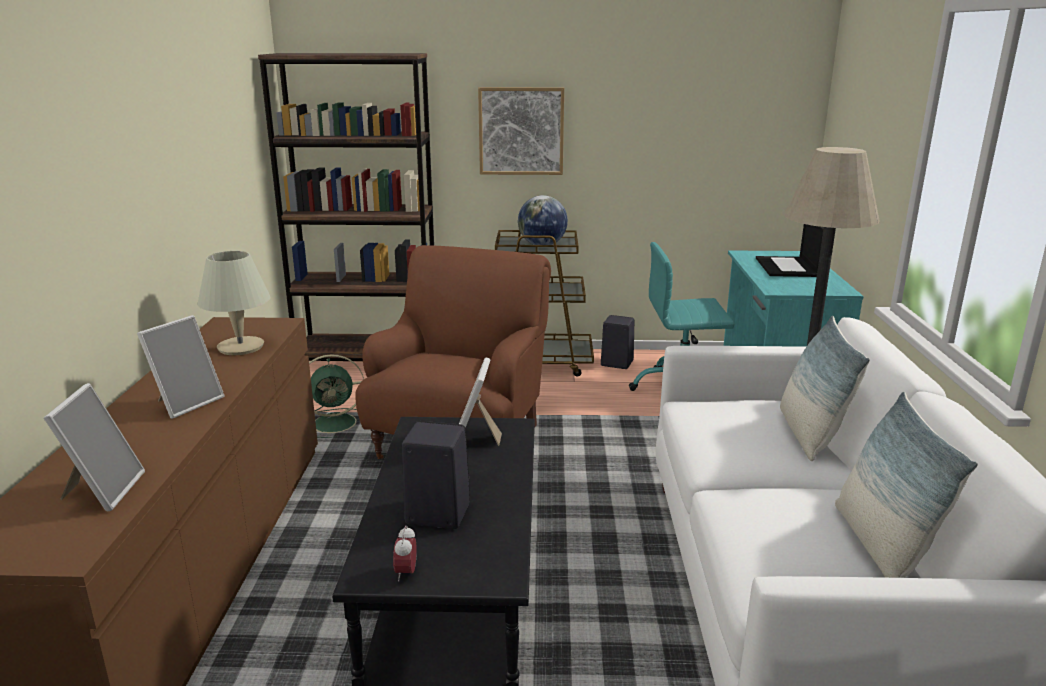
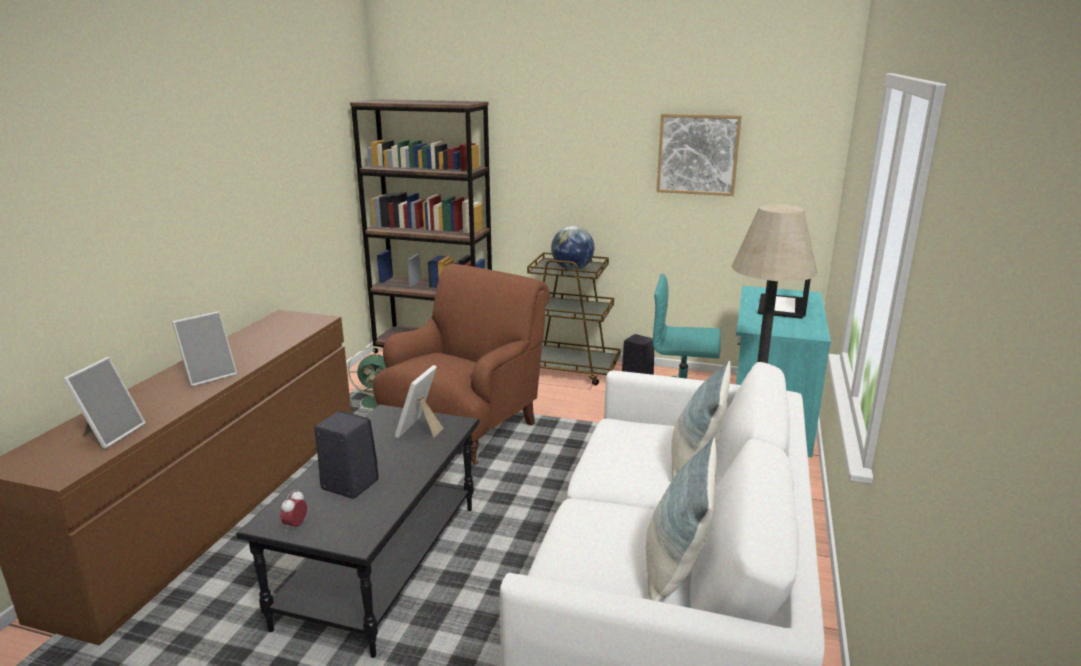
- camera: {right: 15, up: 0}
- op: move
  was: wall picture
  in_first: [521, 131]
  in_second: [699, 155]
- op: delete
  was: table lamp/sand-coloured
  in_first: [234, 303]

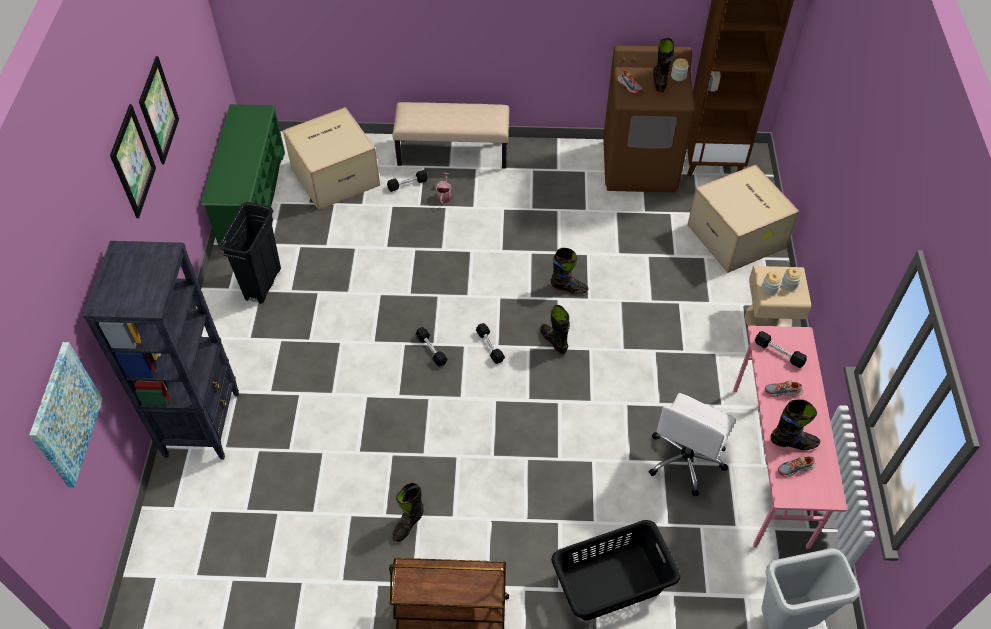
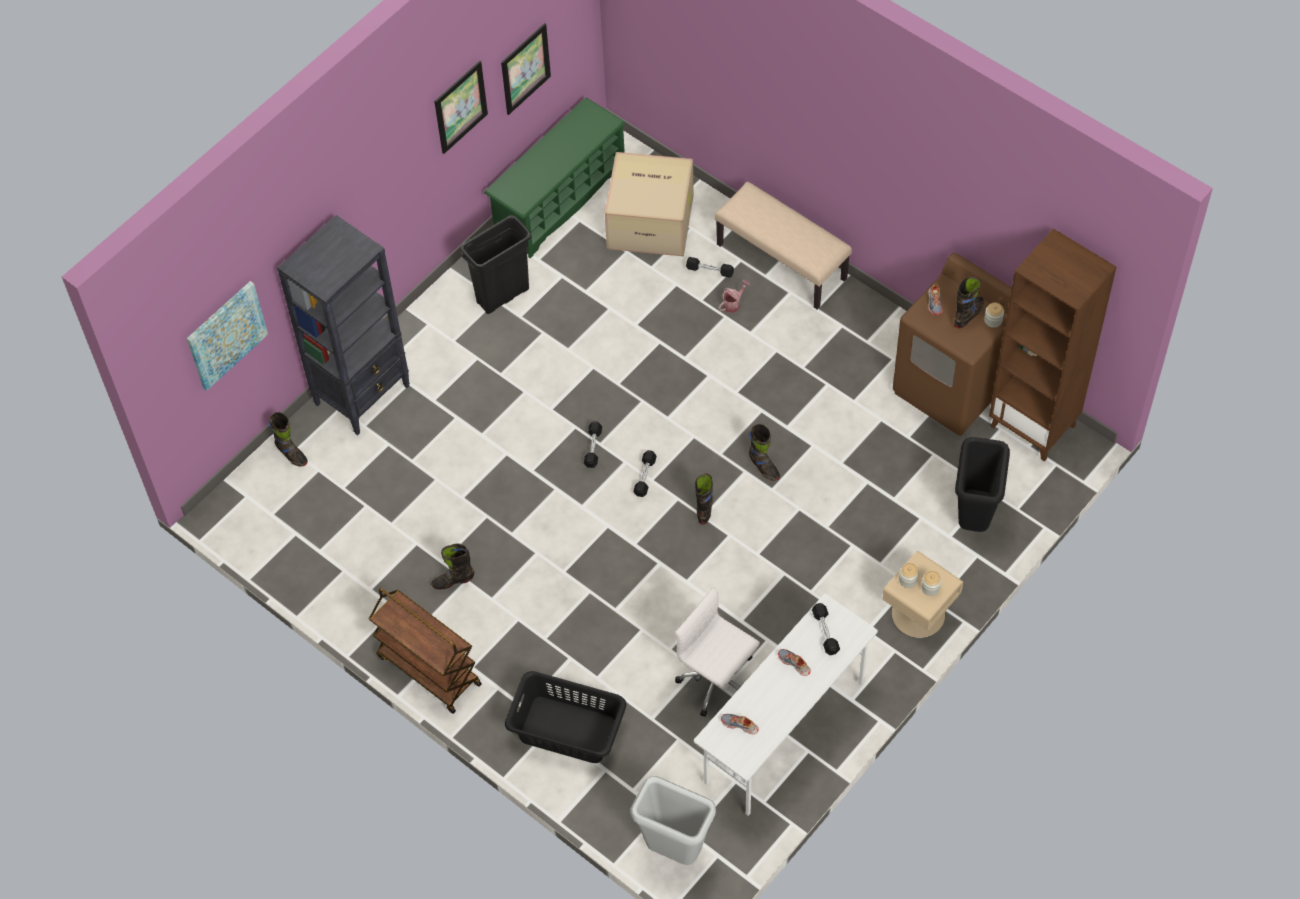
- camera: {right: 40, up: 5}
- op: move
  was: tall boot/black-coloured
  in_first: [795, 424]
  in_second: [288, 439]
- op: move
  was: wall picture
  in_first: [133, 161]
  in_second: [526, 69]
- op: rotate
  was: office chair/whitish
  in_first: [692, 444]
  in_second: [717, 652]
  clockwise: 60
- op: recolor
  was: desk/pink
  now: desk/whitish
  in_first: [790, 437]
  in_second: [786, 705]
- op: replace
  was: carton
  now: trash can/black-coloured
  in_first: [744, 219]
  in_second: [982, 484]

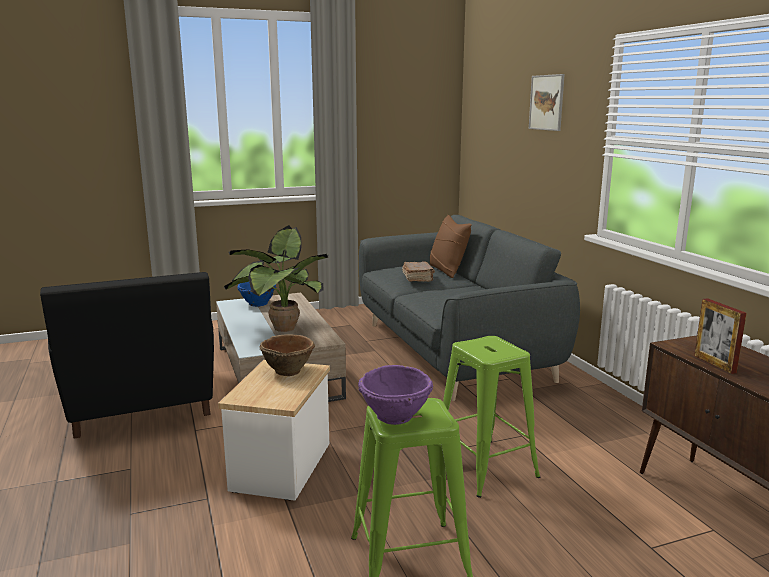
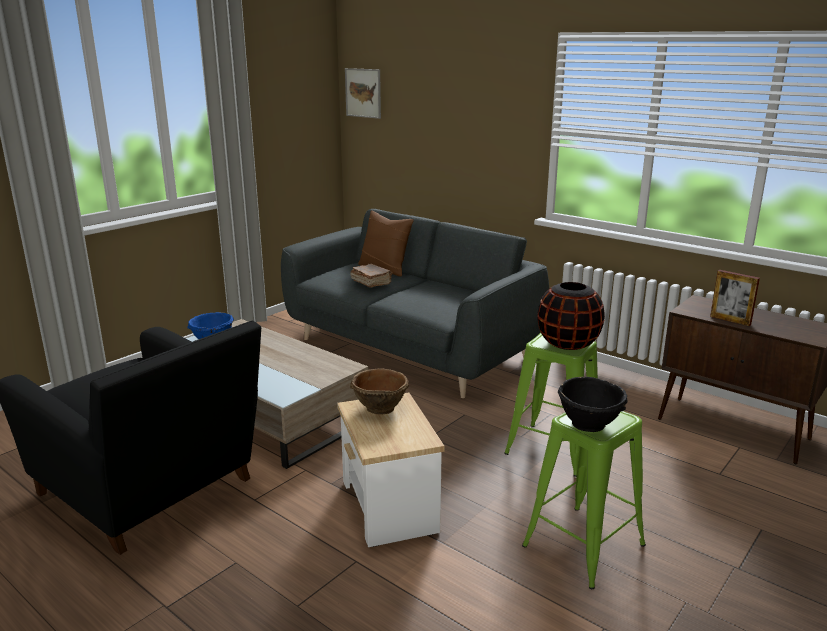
- camera: {right: -30, up: 5}
- op: move
  was: wall picture
  in_first: [547, 102]
  in_second: [363, 93]
- op: insert
  now: decorative vase/black-coloured
  in_second: [571, 316]
- op: recolor
  was: bowl/purple-coloured
  now: bowl/black-coloured
  in_first: [395, 395]
  in_second: [593, 404]
- op: delete
  was: potted plant
  in_first: [276, 278]

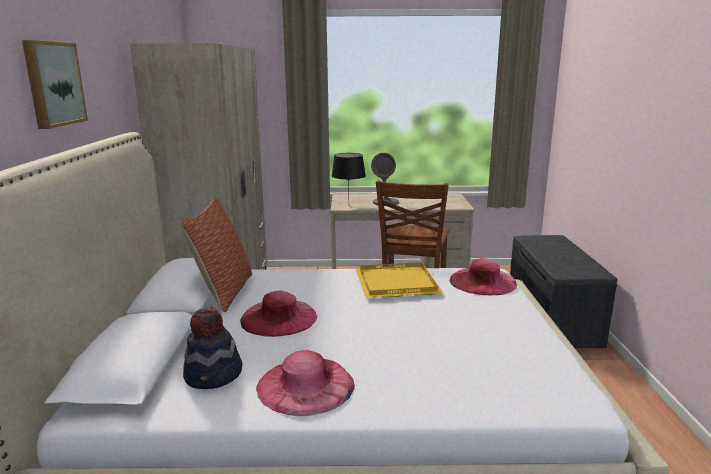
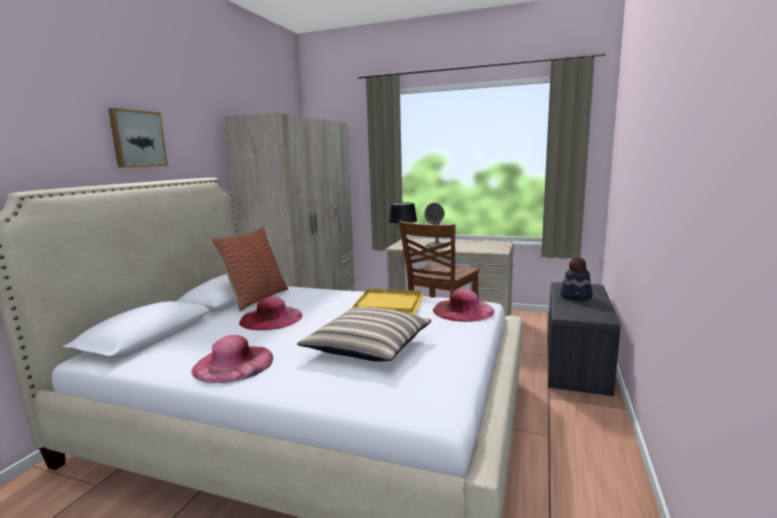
- camera: {right: 20, up: -5}
- op: insert
  now: cushion
  in_second: [364, 334]
- op: move
  was: wearable hat
  in_first: [212, 347]
  in_second: [576, 278]

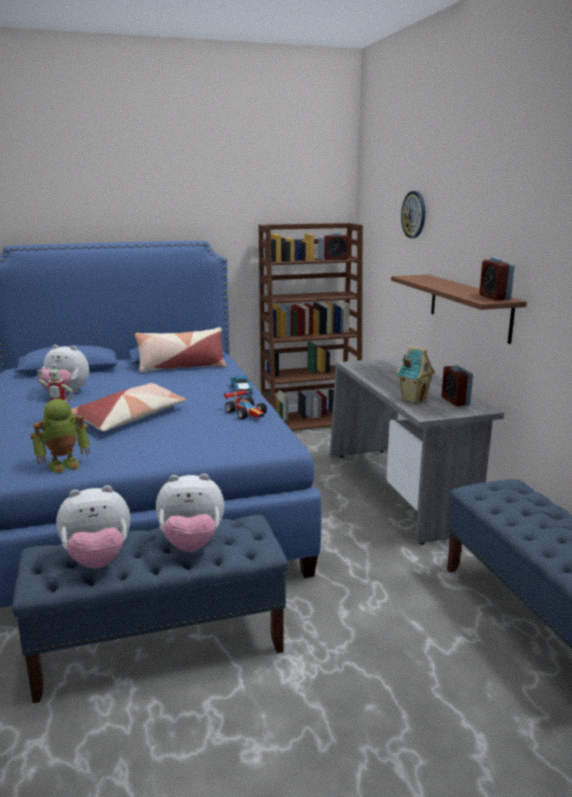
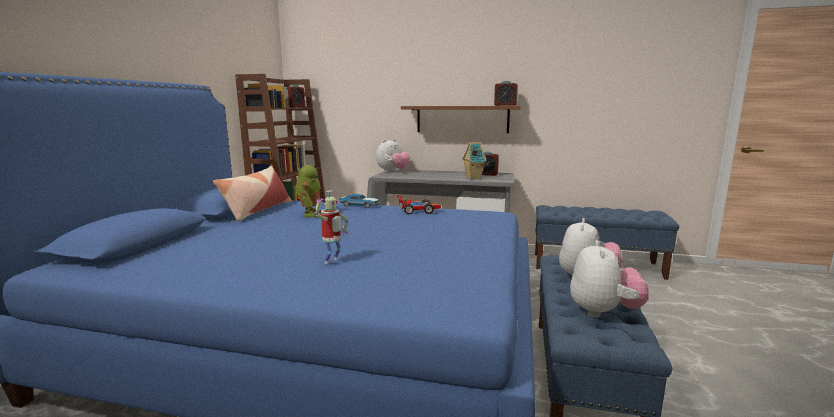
- camera: {right: -60, up: -5}
- op: move
  was: model robot
  in_first: [60, 436]
  in_second: [308, 191]
- op: move
  was: plush toy
  in_first: [64, 369]
  in_second: [393, 155]
- op: delete
  was: cushion
  in_first: [128, 407]
- op: delete
  was: clock on the wall
  in_first: [413, 214]

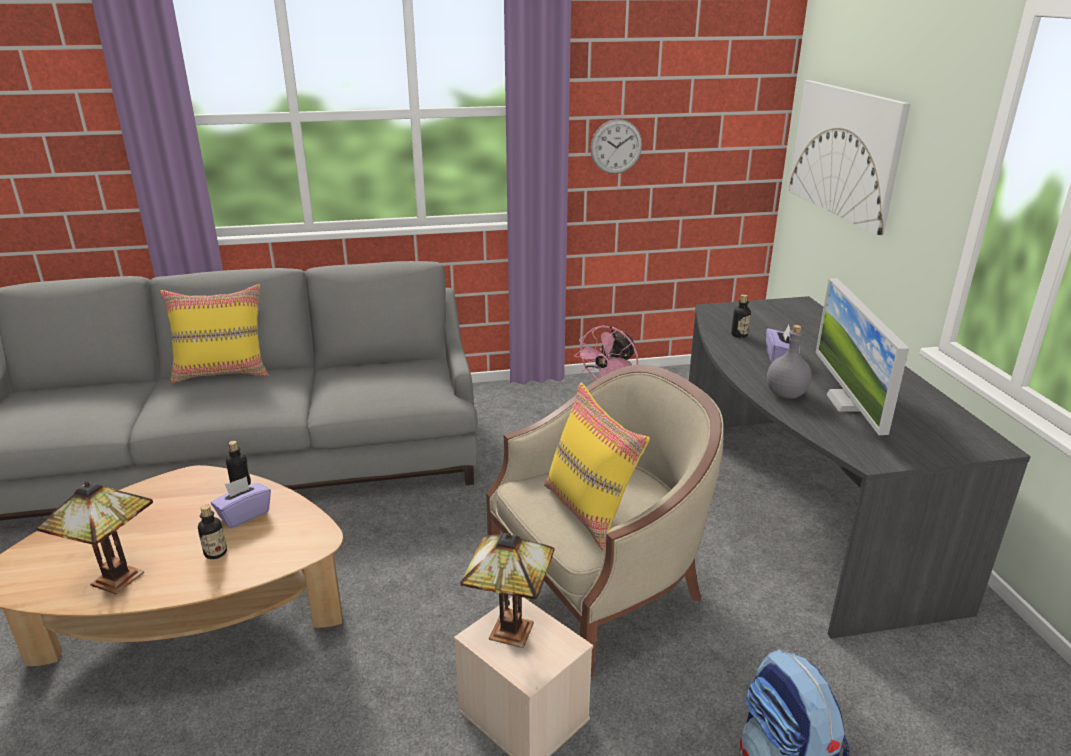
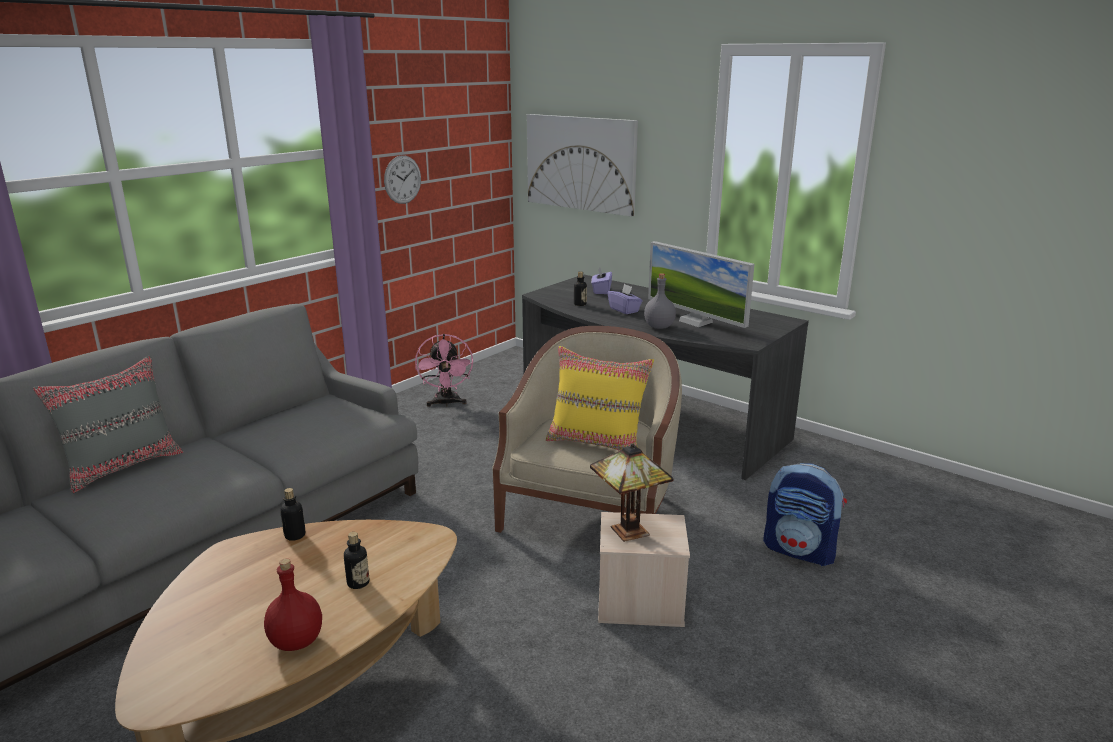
- camera: {right: -40, up: -5}
- op: recolor
  was: cushion/yellow-coloured
  now: cushion/grey
  in_first: [214, 333]
  in_second: [108, 424]
- op: replace
  was: table lamp
  now: beverage bottle/red-coloured
  in_first: [94, 537]
  in_second: [293, 604]
- op: move
  was: tissue holder/purple-coloured
  in_first: [241, 502]
  in_second: [601, 280]

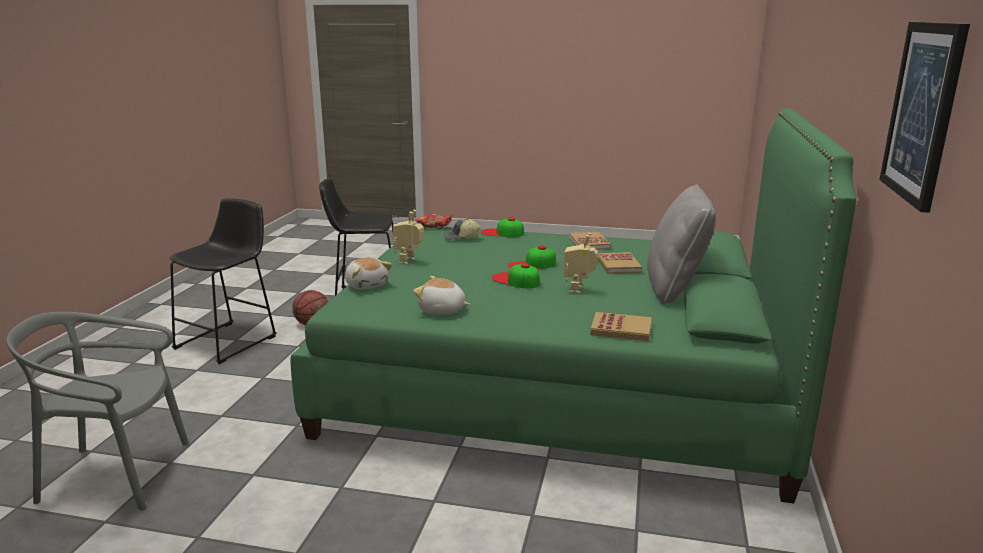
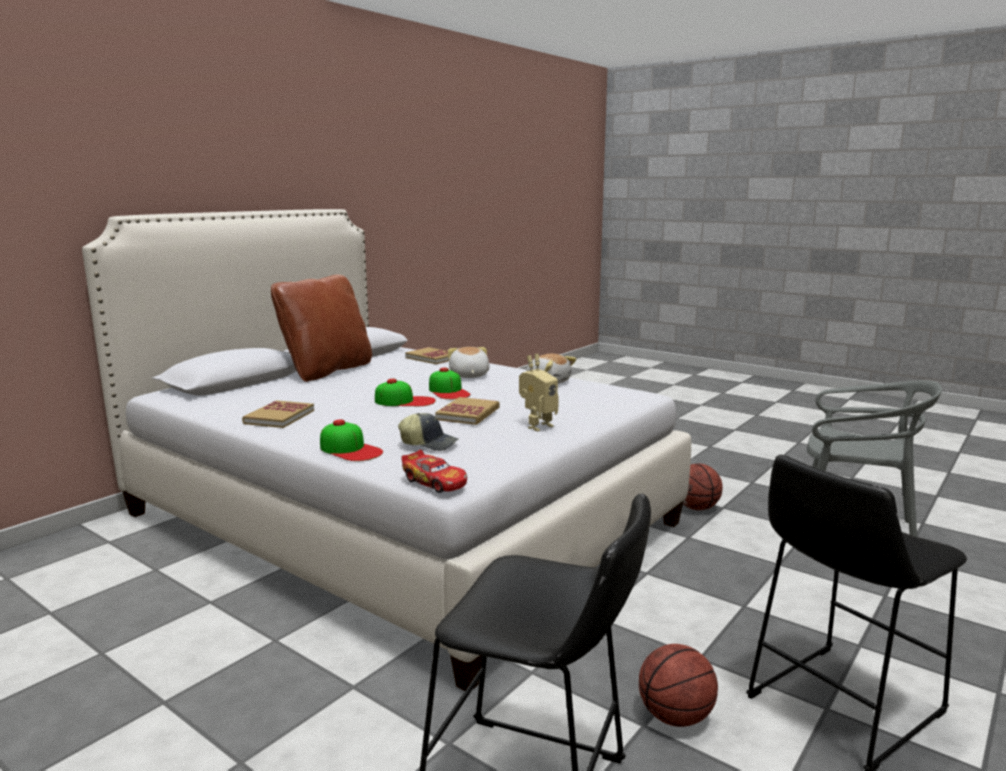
- camera: {right: -155, up: -5}
- op: recolor
  was: bed/green-coloured
  now: bed/whitish
  in_first: [573, 306]
  in_second: [386, 450]
- op: recolor
  was: cushion/grey
  now: cushion/brown
  in_first: [681, 244]
  in_second: [321, 328]
- op: move
  was: book
  in_first: [620, 263]
  in_second: [467, 411]
- op: move
  was: plush toy
  in_first: [368, 273]
  in_second: [469, 362]
- op: insert
  now: basketball
  in_second: [703, 486]
- op: delete
  was: model robot
  in_first: [580, 263]
- op: delete
  was: wall picture
  in_first: [924, 117]

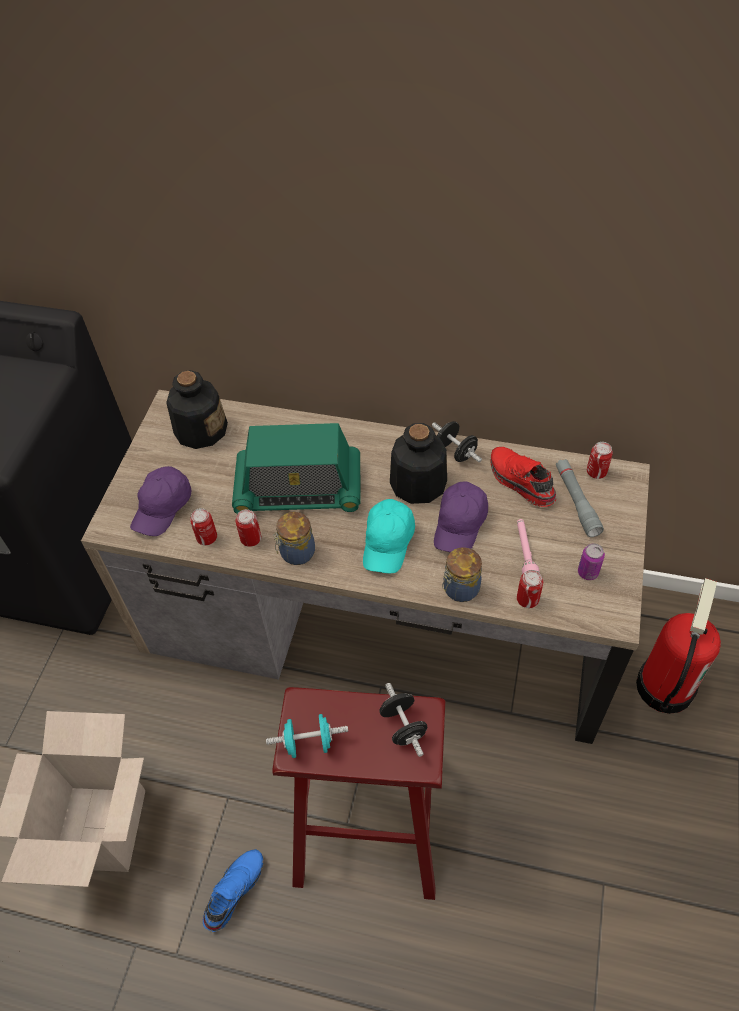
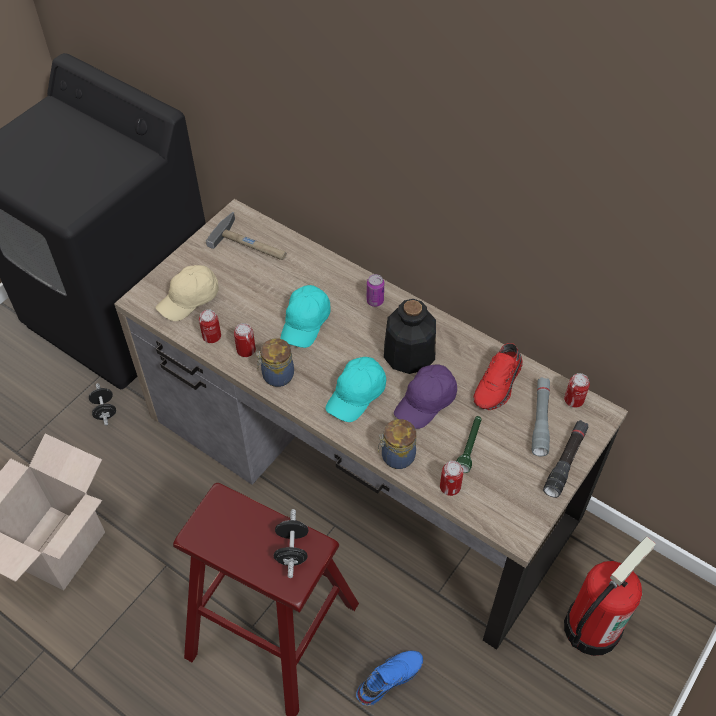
- camera: {right: 20, up: 0}
- op: move
  was: dumbbell/black-coloured
  in_first: [457, 441]
  in_second: [102, 404]
- op: recolor
  was: peaked cap/purple-coloured
  now: peaked cap/sand-coloured
  in_first: [160, 501]
  in_second: [187, 293]
- op: replace
  was: beverage bottle
  now: hand hammer
  in_first: [197, 409]
  in_second: [246, 236]
- op: replace
  was: radio
  now: peaked cap/turquoise
  in_first: [296, 468]
  in_second: [306, 316]
- op: move
  was: shoe/blue
  in_first: [233, 890]
  in_second: [389, 678]
- op: move
  was: metal can
  in_first: [591, 561]
  in_second: [375, 290]
- op: recolor
  was: flashlight/pink
  now: flashlight/green-coloured
  in_first: [528, 547]
  in_second: [468, 444]
- op: rotate
  was: shoe/red-coloured
  in_first: [523, 477]
  in_second: [497, 376]
  clockwise: -135
- op: insert
  now: flashlight/black-coloured
  in_second: [566, 459]
- op: delete
  was: dumbbell/turquoise
  in_first: [307, 736]

